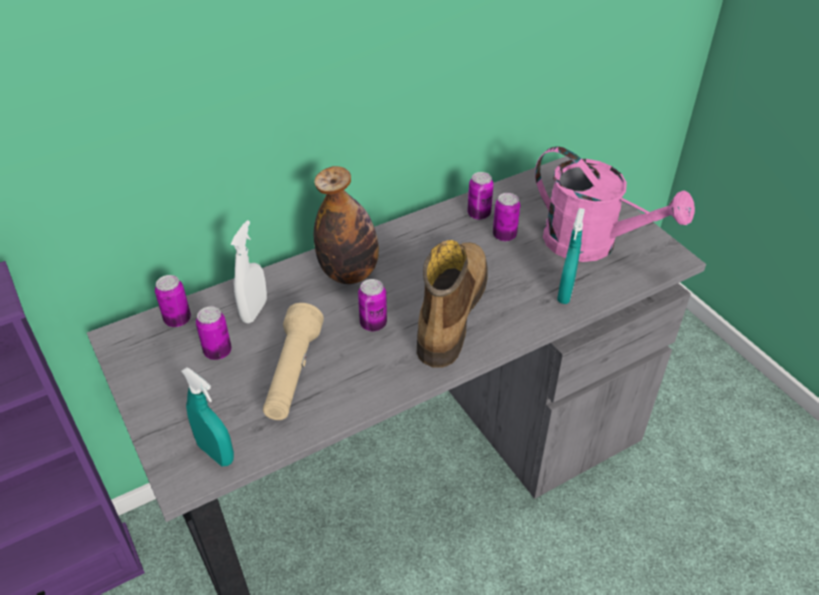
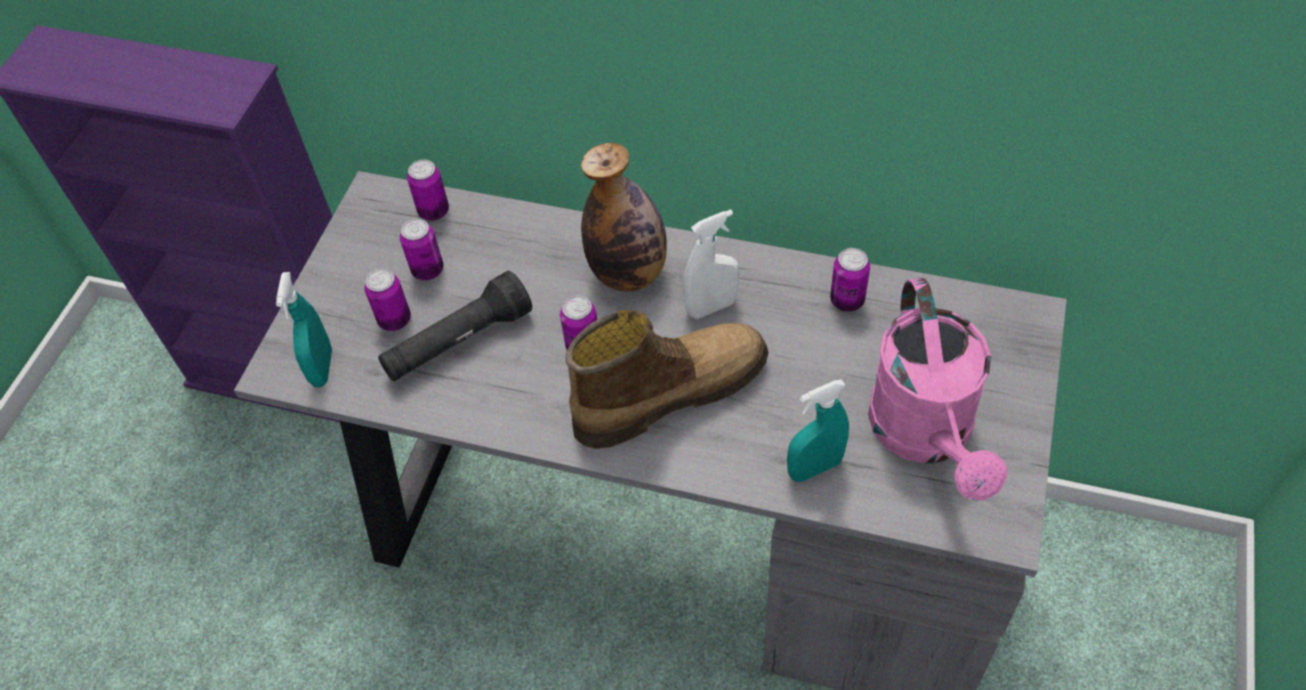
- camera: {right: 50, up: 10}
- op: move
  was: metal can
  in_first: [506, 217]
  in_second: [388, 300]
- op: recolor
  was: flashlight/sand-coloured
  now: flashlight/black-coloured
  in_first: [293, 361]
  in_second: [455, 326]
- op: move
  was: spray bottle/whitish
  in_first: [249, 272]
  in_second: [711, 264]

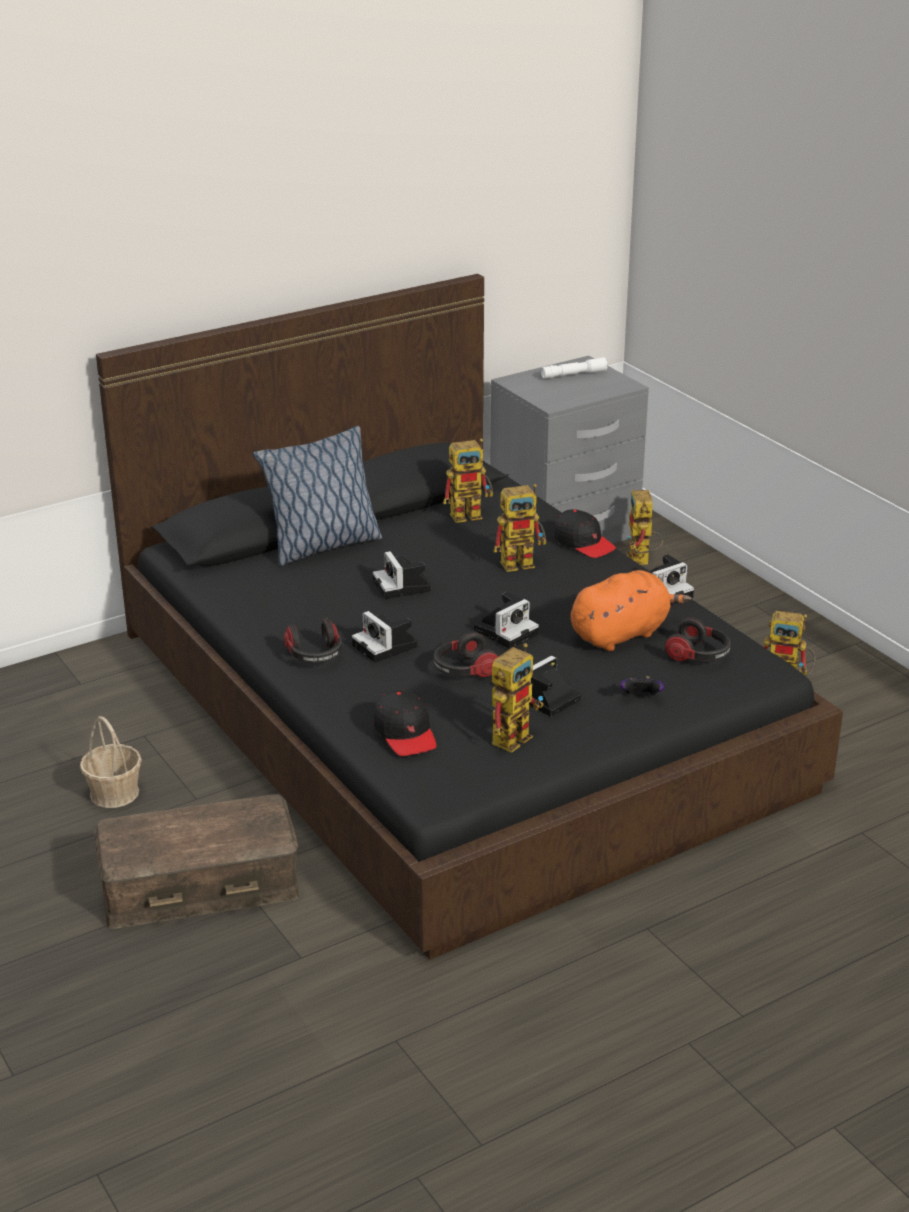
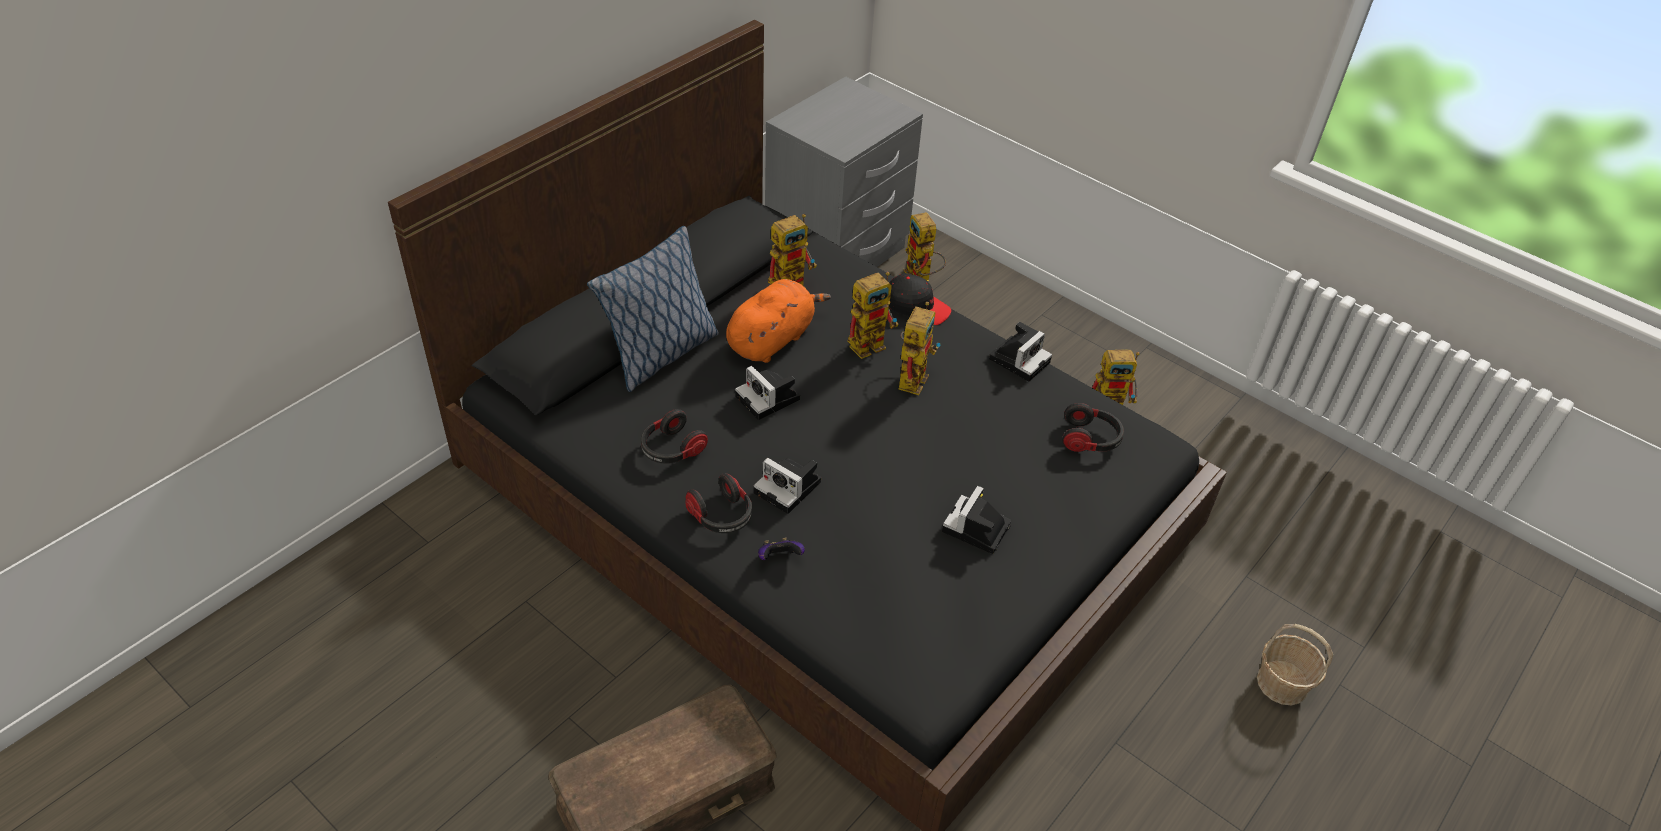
- camera: {right: -20, up: 15}
- op: move
  was: headphones
  in_first: [466, 655]
  in_second: [674, 436]
- op: move
  was: plush toy/orangey
  in_first: [631, 610]
  in_second: [778, 321]
- op: move
  was: joypad
  in_first: [642, 686]
  in_second: [781, 549]
- op: move
  was: model robot
  in_first: [518, 698]
  in_second: [920, 348]
- op: move
  was: household basket
  in_first: [111, 762]
  in_second: [1295, 664]
- op: delete
  was: peaked cap/black-coloured
  in_first: [405, 723]
- op: delete
  was: still camera
  in_first: [506, 620]
- op: delete
  was: flashlight/whitish
  in_first: [574, 367]

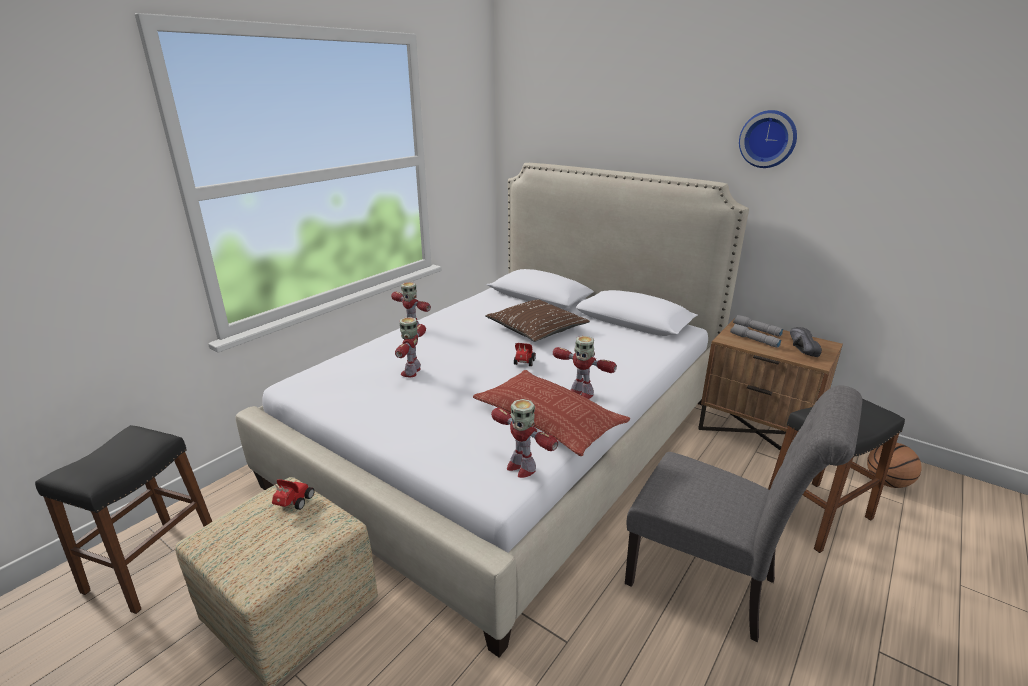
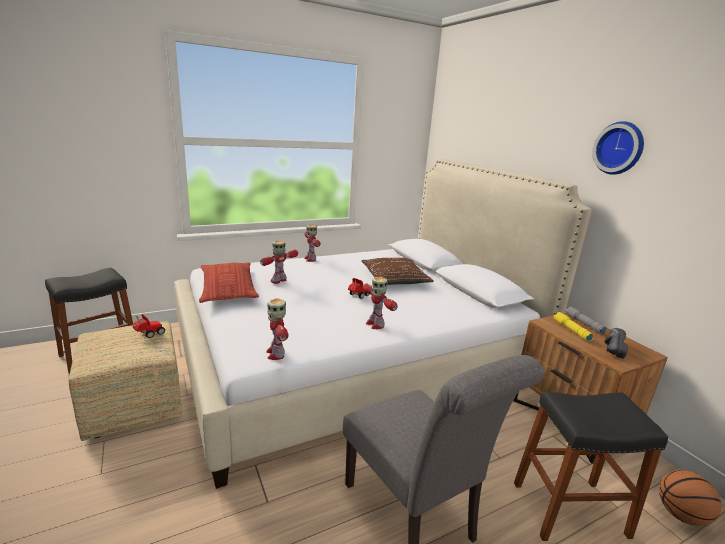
- camera: {right: 25, up: -5}
- op: move
  was: cushion
  in_first: [551, 413]
  in_second: [229, 283]
- op: recolor
  was: flashlight/grey
  now: flashlight/yellow-coloured
  in_first: [756, 336]
  in_second: [573, 326]

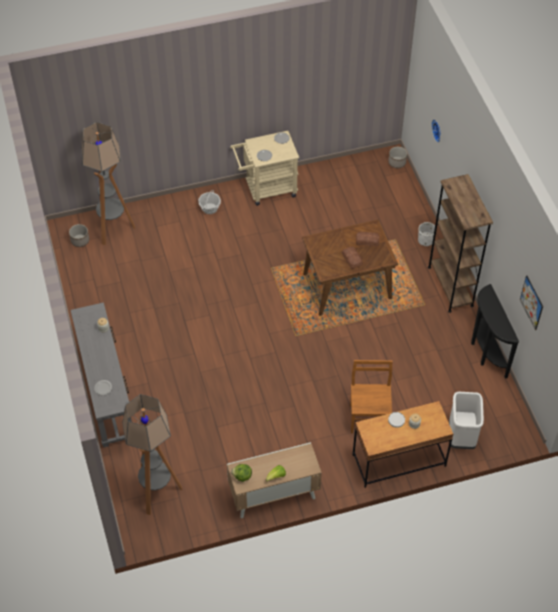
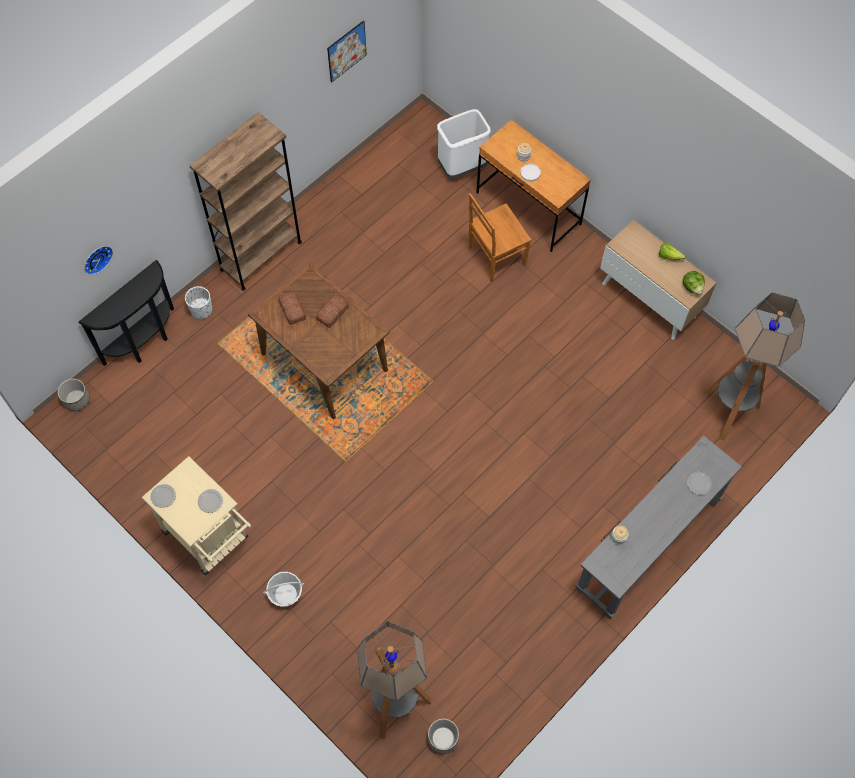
- camera: {right: -120, up: 10}
- op: move
  was: console table/black-coloured
  in_first: [495, 331]
  in_second: [126, 313]

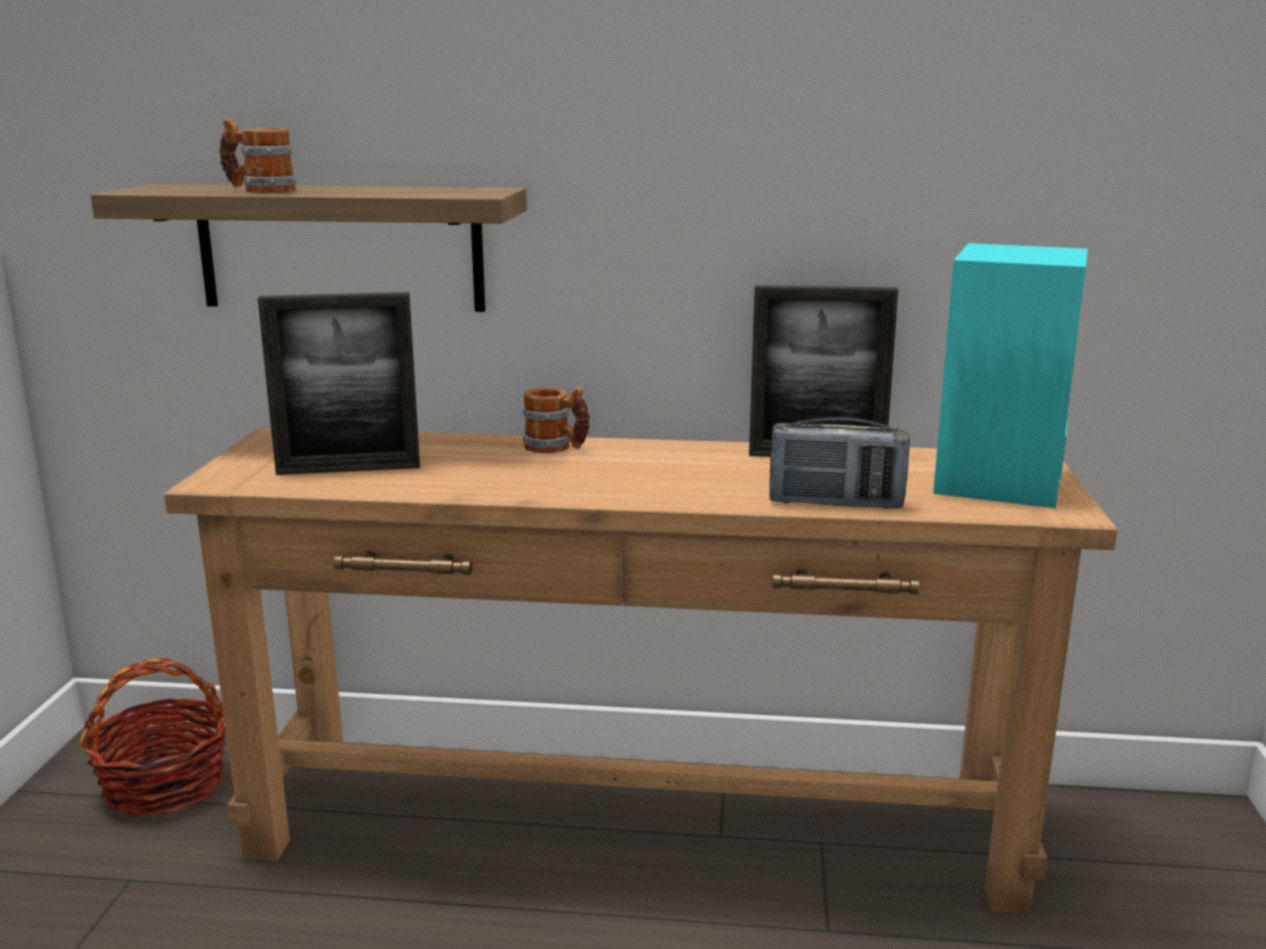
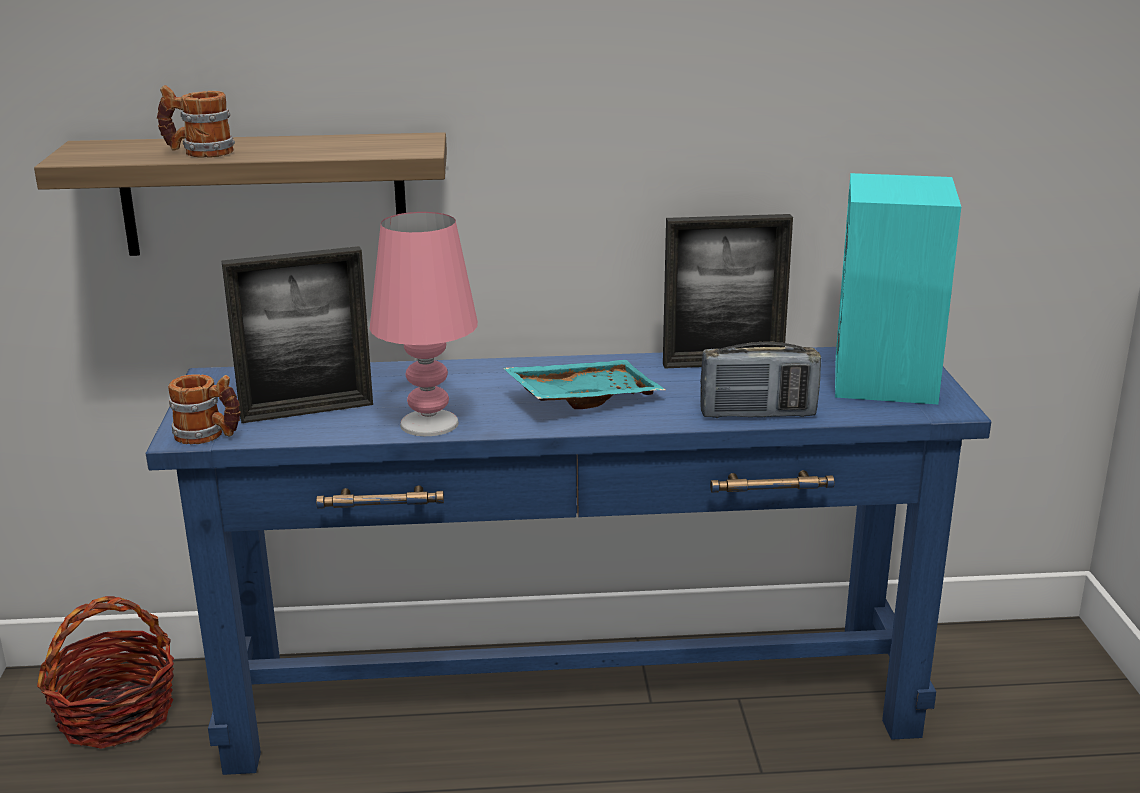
- camera: {right: -10, up: 5}
- op: recolor
  was: console table/brown
  now: console table/blue
  in_first: [641, 670]
  in_second: [568, 561]
- op: move
  was: coffee mug
  in_first: [556, 419]
  in_second: [204, 409]
- op: insert
  now: table lamp/pink
  in_second: [424, 324]
- op: insert
  now: carrying tray/turquoise
  in_second: [584, 384]

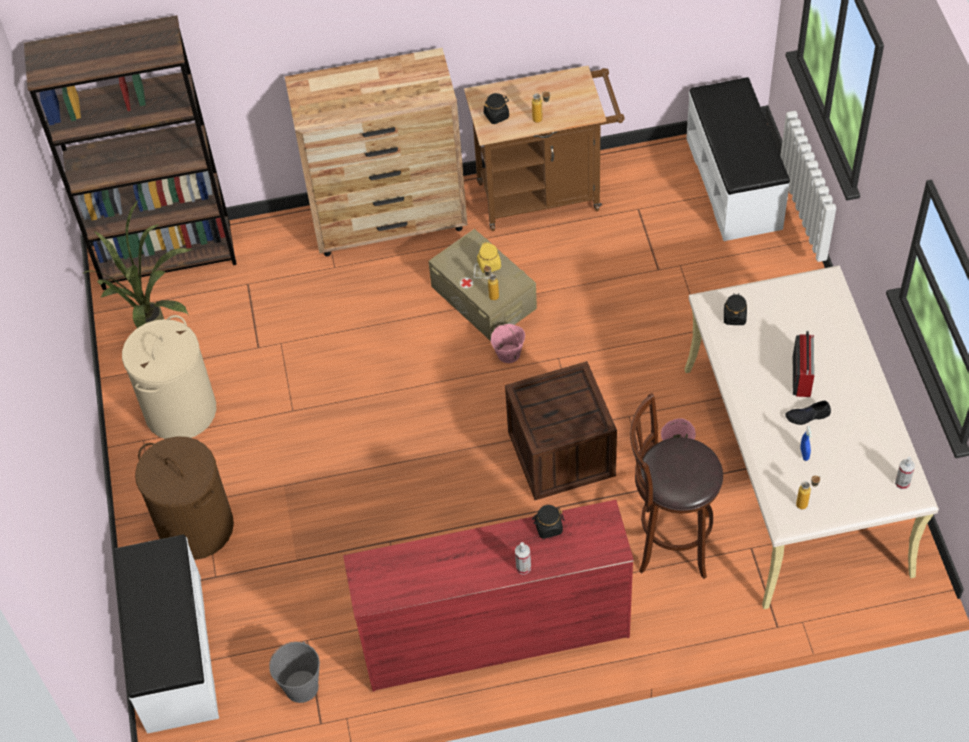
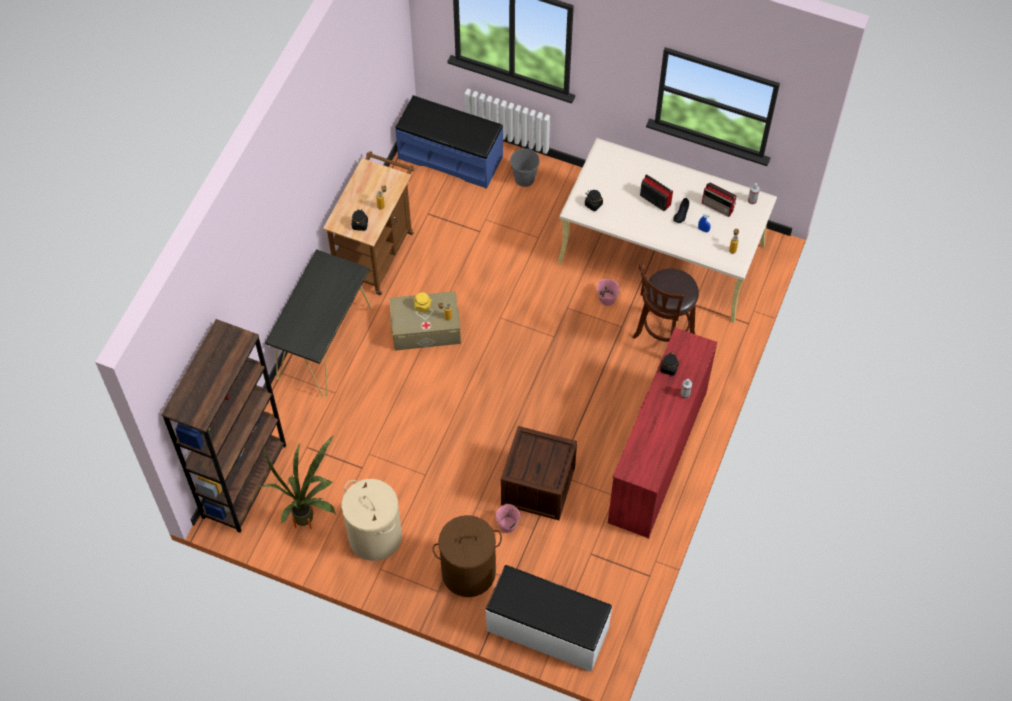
- camera: {right: -60, up: 5}
- op: replace
  was: drawer chest/brown
  now: console table/black-coloured
  in_first: [376, 152]
  in_second: [318, 323]
- op: recolor
  was: long seat/whitish
  now: long seat/blue
  in_first: [738, 159]
  in_second: [449, 142]
- op: move
  was: pail/pink
  in_first: [508, 343]
  in_second: [508, 518]
- op: move
  was: crate
  in_first: [561, 430]
  in_second: [539, 473]
- op: move
  was: pail/grey
  in_first: [294, 672]
  in_second: [525, 168]
- op: insert
  now: radio
  in_second: [719, 199]

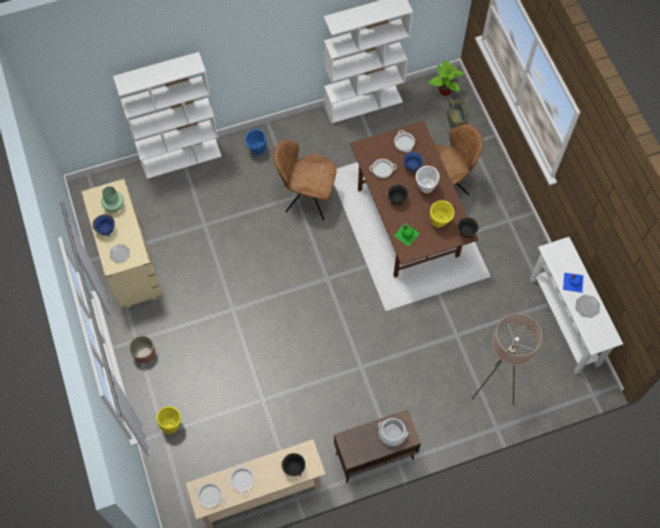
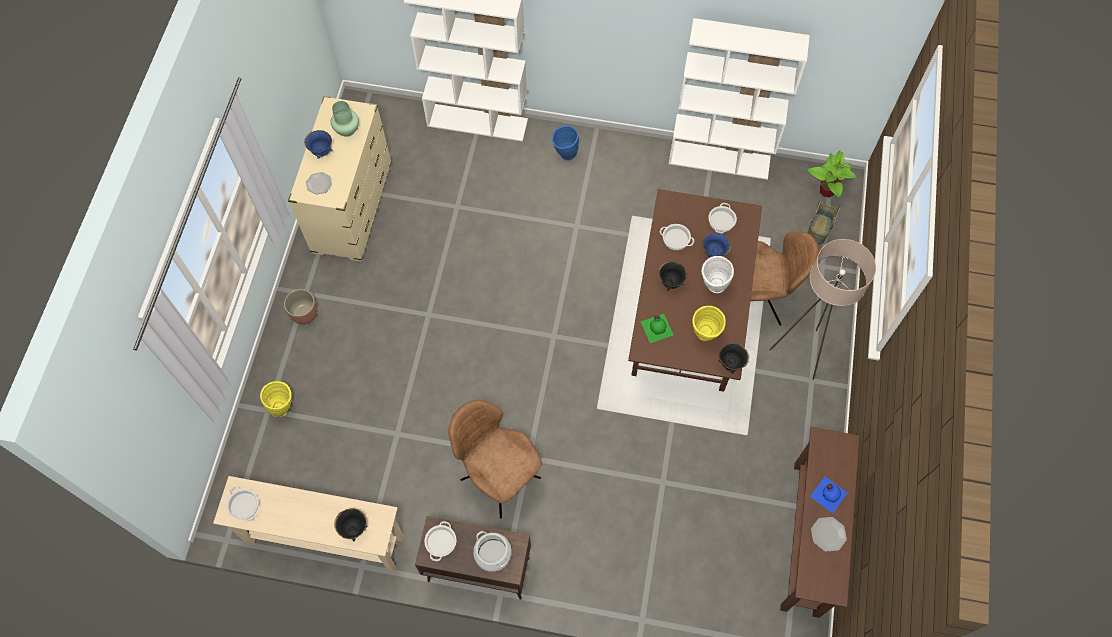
- camera: {right: 30, up: 0}
- op: move
  was: saucepot
  in_first: [242, 479]
  in_second: [440, 541]
- op: move
  was: chair/brown
  in_first: [305, 180]
  in_second: [495, 459]
- op: move
  was: standing lamp/sand-coloured
  in_first: [507, 359]
  in_second: [822, 309]
- op: recolor
  was: console table/whitish
  now: console table/brown
  in_first: [576, 305]
  in_second: [819, 522]

